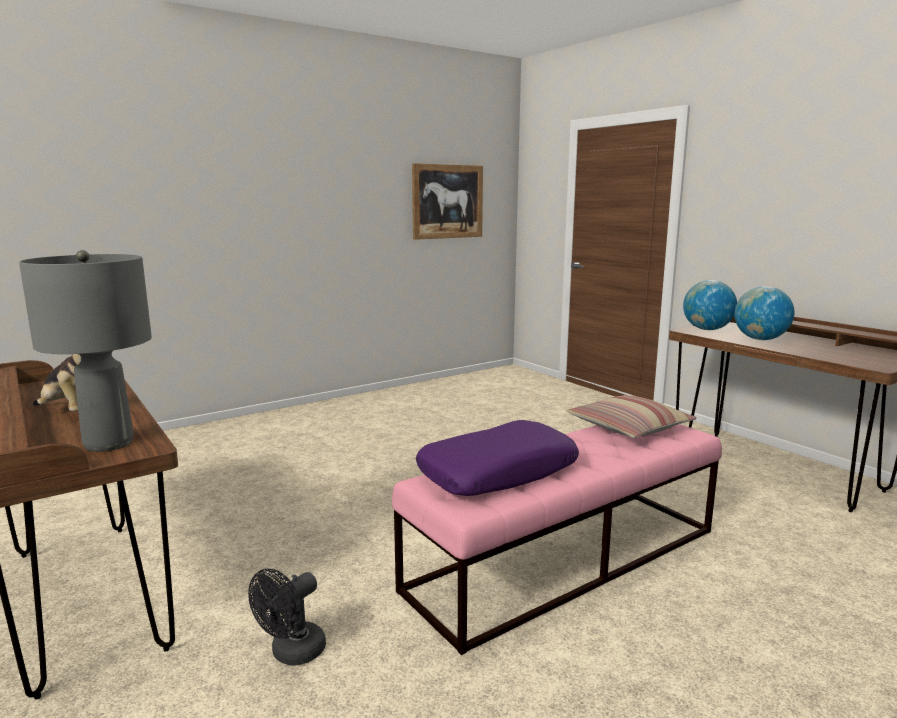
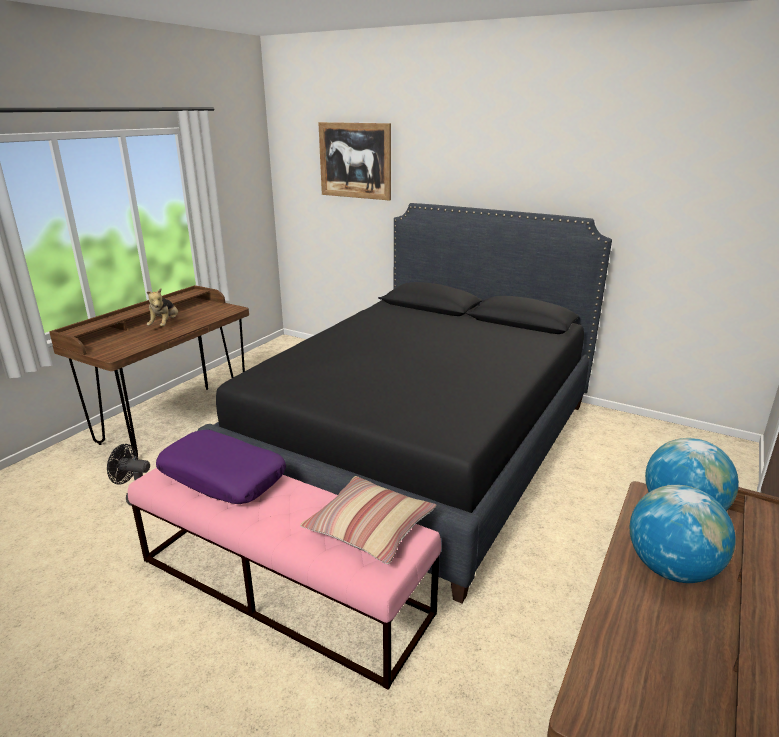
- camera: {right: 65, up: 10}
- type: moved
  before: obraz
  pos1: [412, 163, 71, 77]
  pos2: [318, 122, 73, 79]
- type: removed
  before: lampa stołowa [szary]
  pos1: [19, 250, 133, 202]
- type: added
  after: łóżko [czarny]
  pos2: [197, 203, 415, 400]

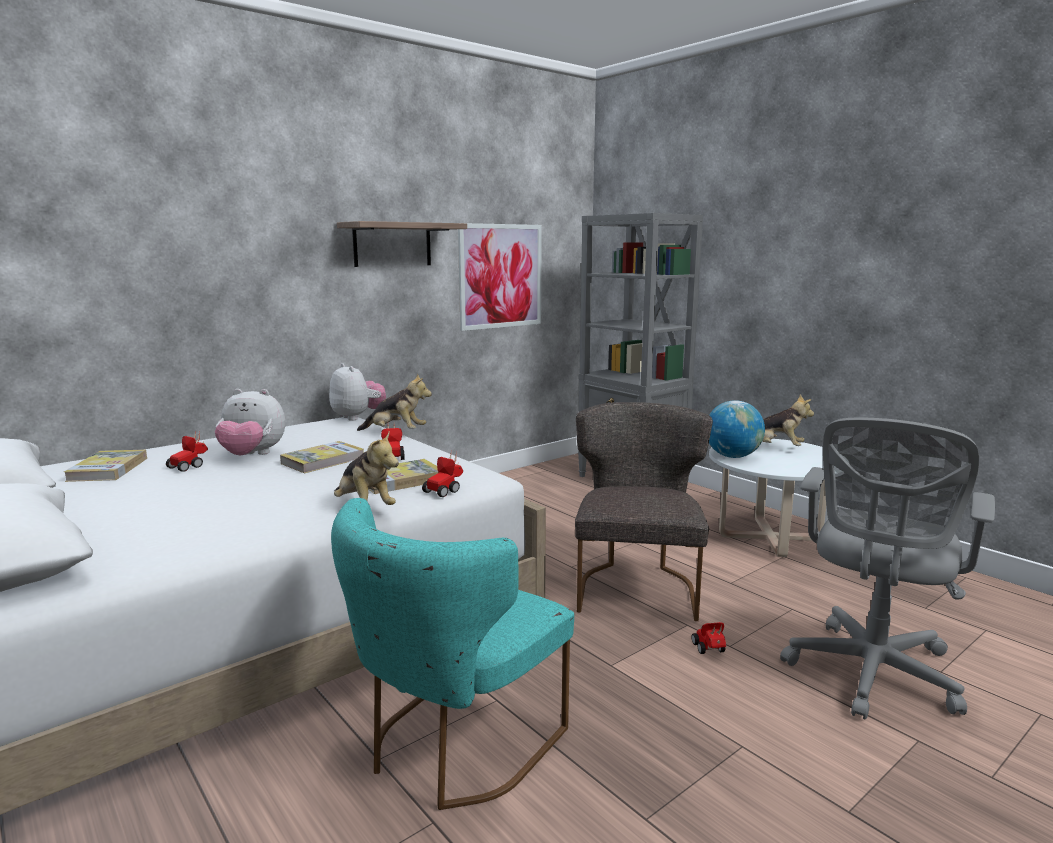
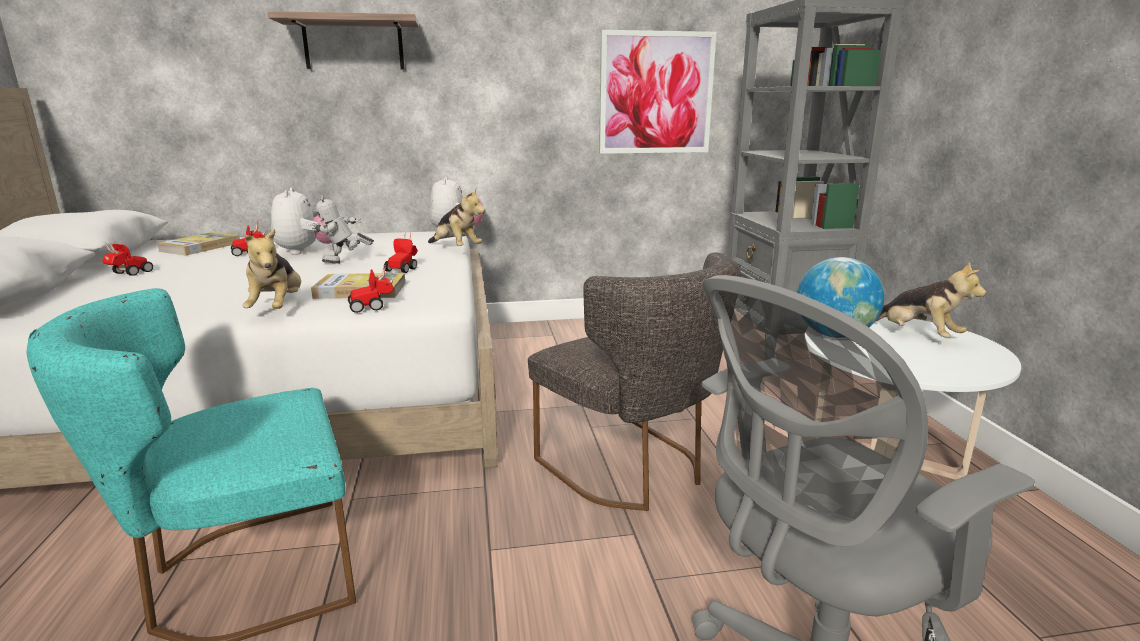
- camera: {right: 30, up: 5}
- type: moved
  before: półka
  pos1: [337, 221, 130, 46]
  pos2: [268, 11, 151, 58]
- type: turned
  before: pluszak
  pos1: [214, 389, 71, 66]
  pos2: [271, 187, 62, 68]
  turn: -135
- type: turned
  before: krzesło [szary]
  pos1: [575, 402, 138, 219]
  pos2: [528, 252, 213, 259]
  turn: 105
- type: replaced
  before: książka
  after: robot zabawkowy
  pos1: [280, 441, 84, 32]
  pos2: [312, 195, 62, 69]
- type: moved
  before: samochodzik
  pos1: [692, 622, 34, 32]
  pos2: [102, 241, 51, 35]

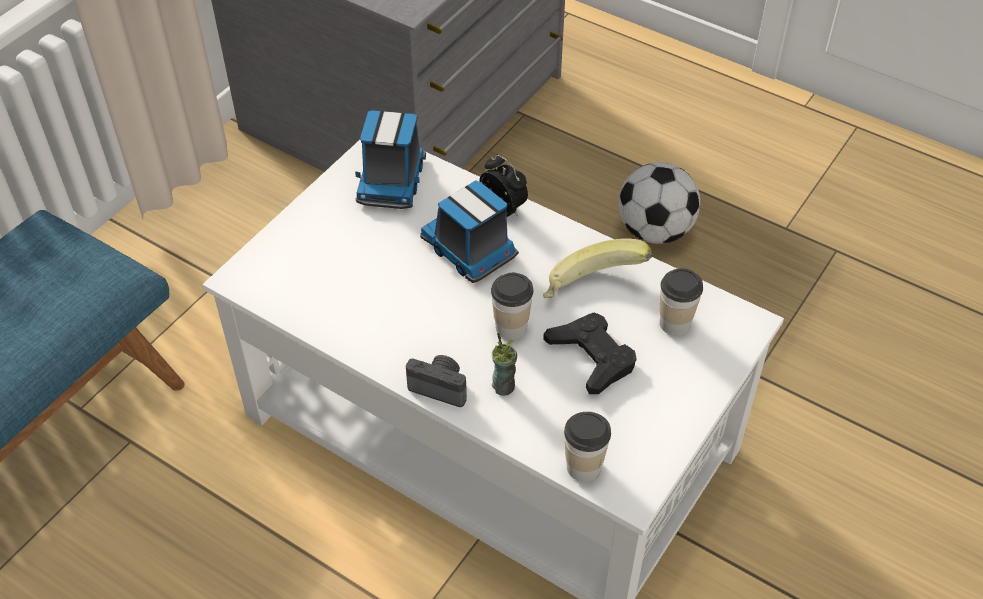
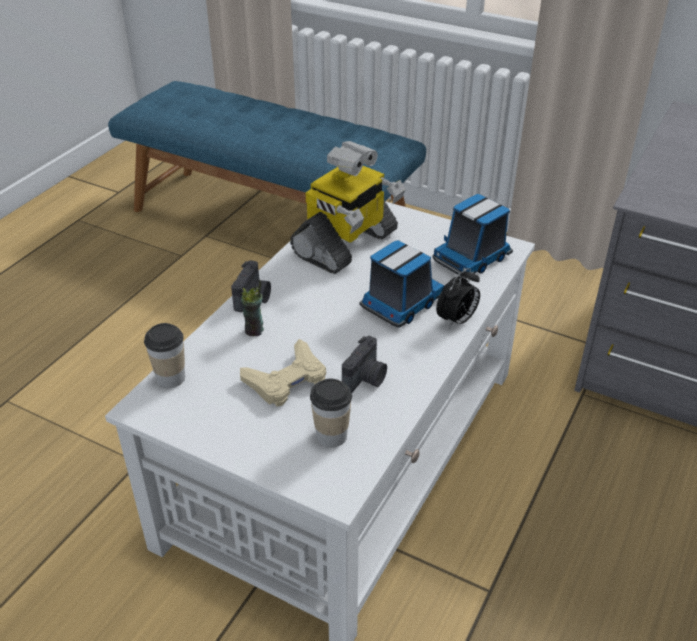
- camera: {right: 85, up: -10}
- type: turned
  before: ciężarówka zabawkowa
  pos1: [355, 110, 71, 99]
  pos2: [432, 194, 81, 83]
  turn: -45
- type: removed
  before: piłka futbolowa
  pos1: [618, 162, 82, 82]
- type: replaced
  before: banan
  after: aparat fotograficzny
  pos1: [543, 239, 109, 59]
  pos2: [342, 336, 45, 57]
- type: removed
  before: filiżanka
  pos1: [491, 273, 42, 67]
- type: recoloured
  before: pad do gier [czarny]
  after: pad do gier [beżowy]
  pos1: [543, 313, 94, 81]
  pos2: [240, 339, 86, 68]
- type: added
  after: robot zabawkowy
  pos2: [290, 141, 115, 133]

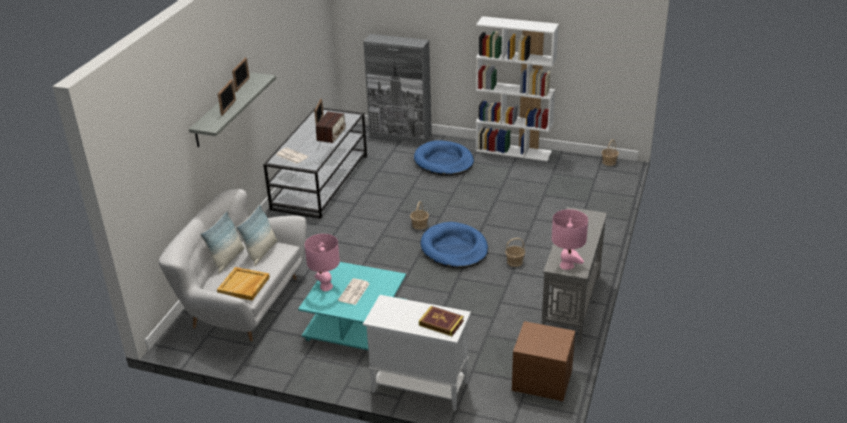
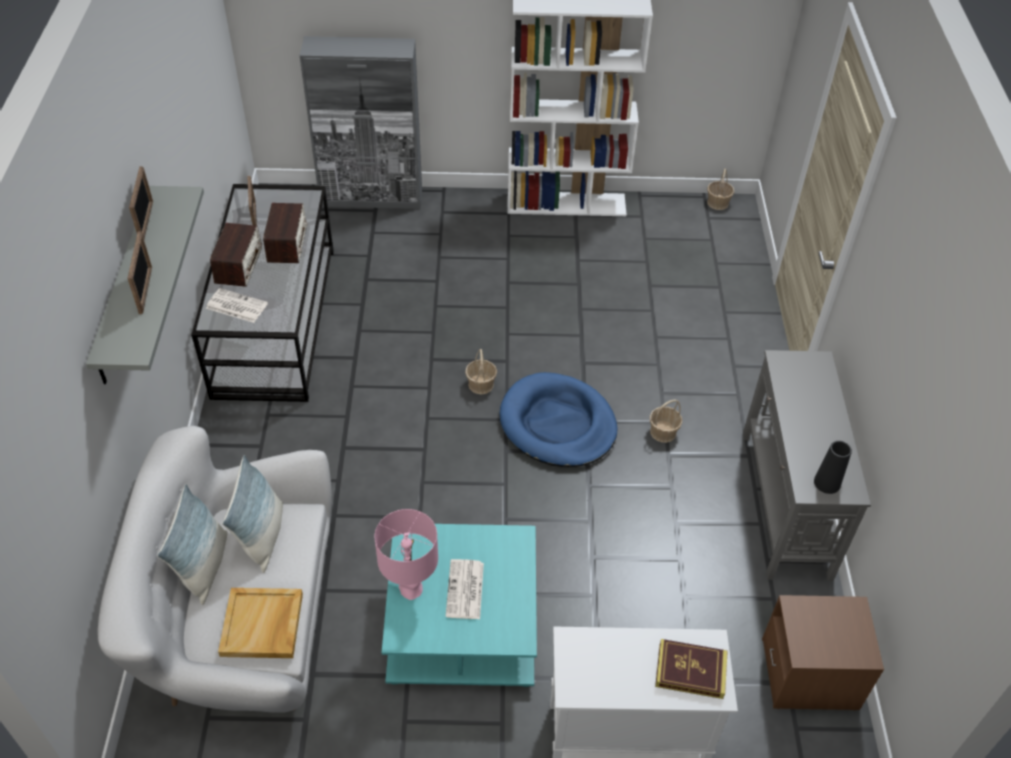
- camera: {right: -20, up: 15}
- type: removed
  before: legowisko [niebieski]
  pos1: [414, 140, 60, 36]
- type: replaced
  before: lampa stołowa [różowy]
  after: wazon [czarny]
  pos1: [552, 209, 36, 61]
  pos2: [814, 441, 38, 53]
- type: added
  after: radio
  pos2: [210, 223, 52, 64]

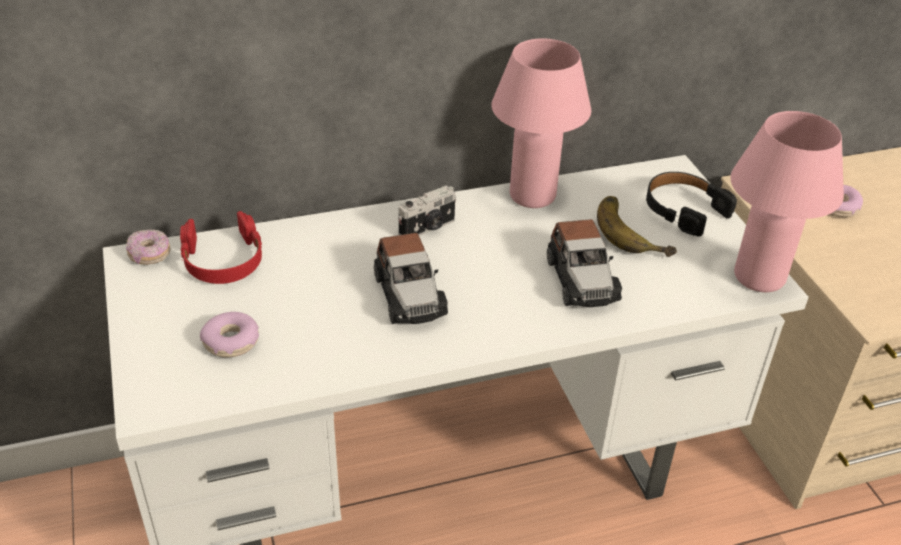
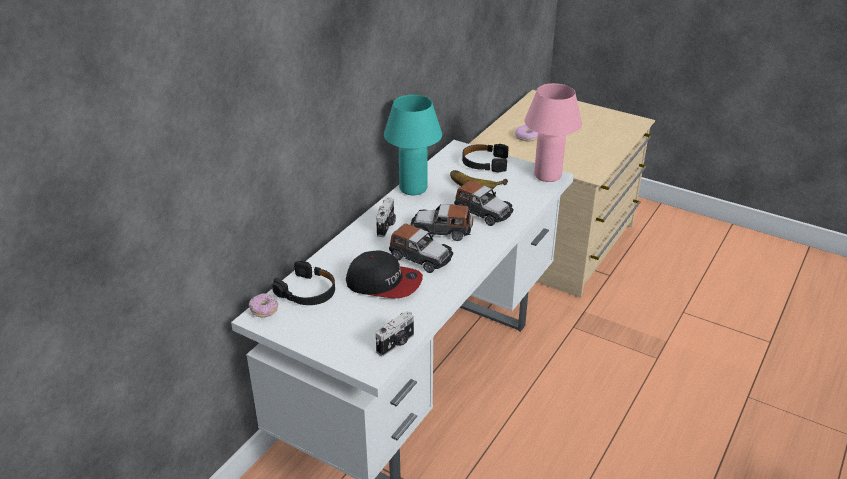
- camera: {right: -40, up: -5}
- type: recoloured
  before: lampa stołowa [różowy]
  after: lampa stołowa [turkusowy]
  pos1: [491, 38, 100, 170]
  pos2: [384, 95, 58, 100]
- type: recoloured
  before: słuchawki [czerwony]
  after: słuchawki [czarny]
  pos1: [180, 211, 82, 73]
  pos2: [272, 261, 63, 44]
- type: removed
  before: donut
  pos1: [200, 312, 59, 45]
- type: added
  after: samochodzik
  pos2: [410, 204, 63, 37]
- type: added
  after: czapka z daszkiem
  pos2: [346, 251, 77, 47]
- type: added
  after: aparat fotograficzny
  pos2: [376, 311, 38, 45]

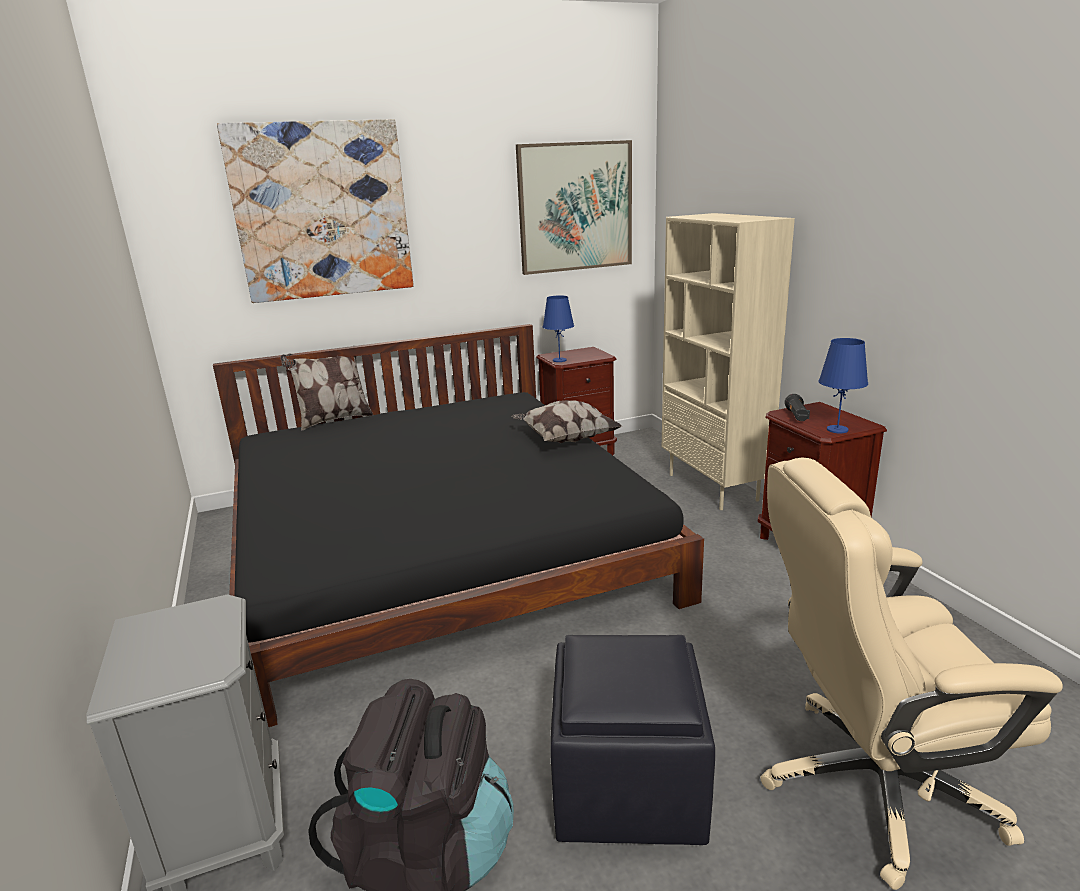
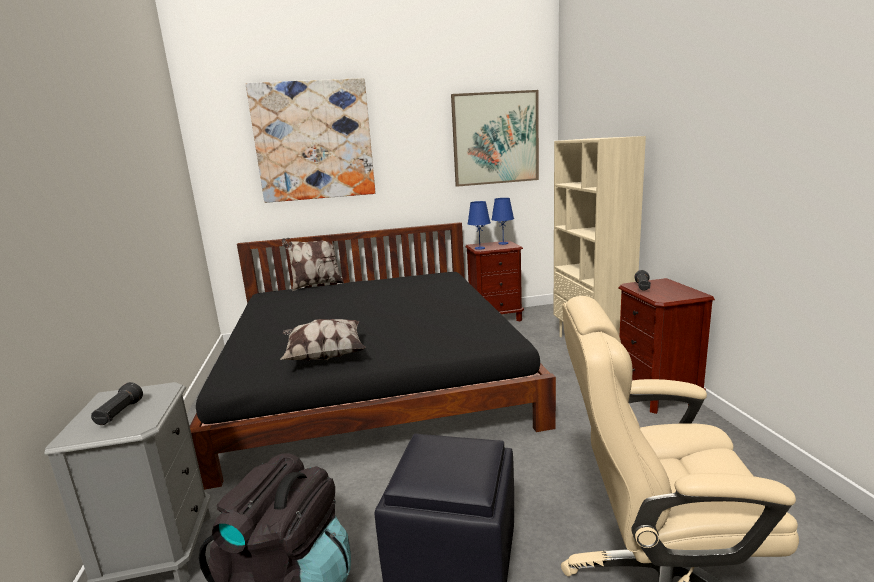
- camera: {right: 10, up: -5}
- type: moved
  before: lampa stołowa [niebieski]
  pos1: [818, 338, 50, 95]
  pos2: [491, 198, 23, 47]
- type: moved
  before: poduszka
  pos1: [512, 400, 110, 43]
  pos2: [280, 319, 86, 42]
- type: added
  after: latarka [czarny]
  pos2: [91, 382, 52, 43]

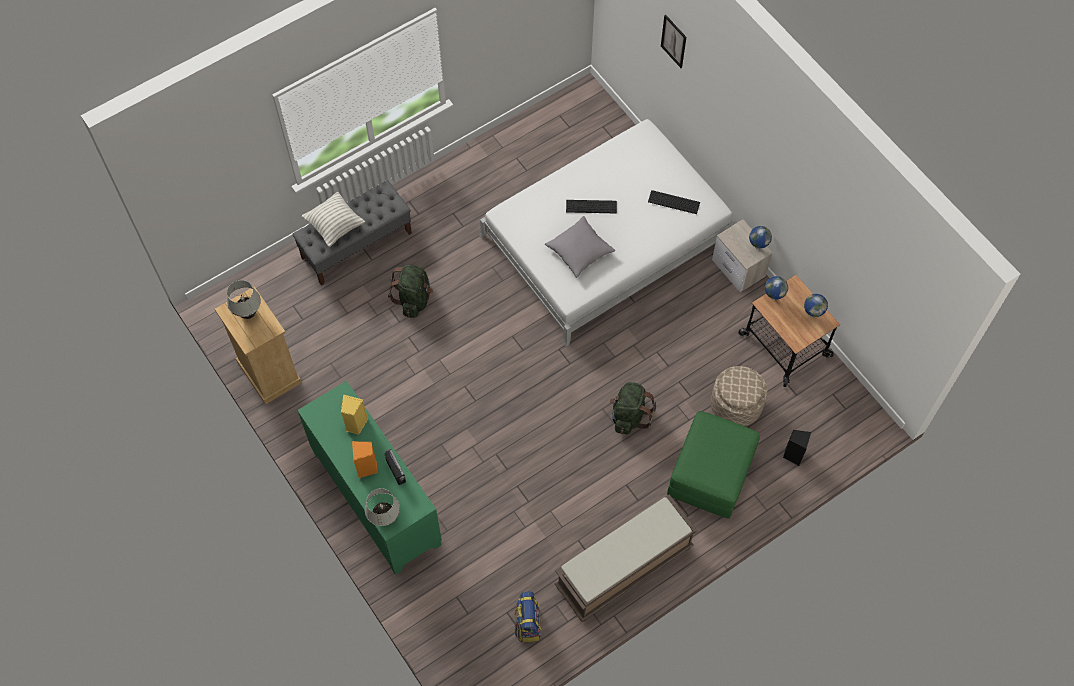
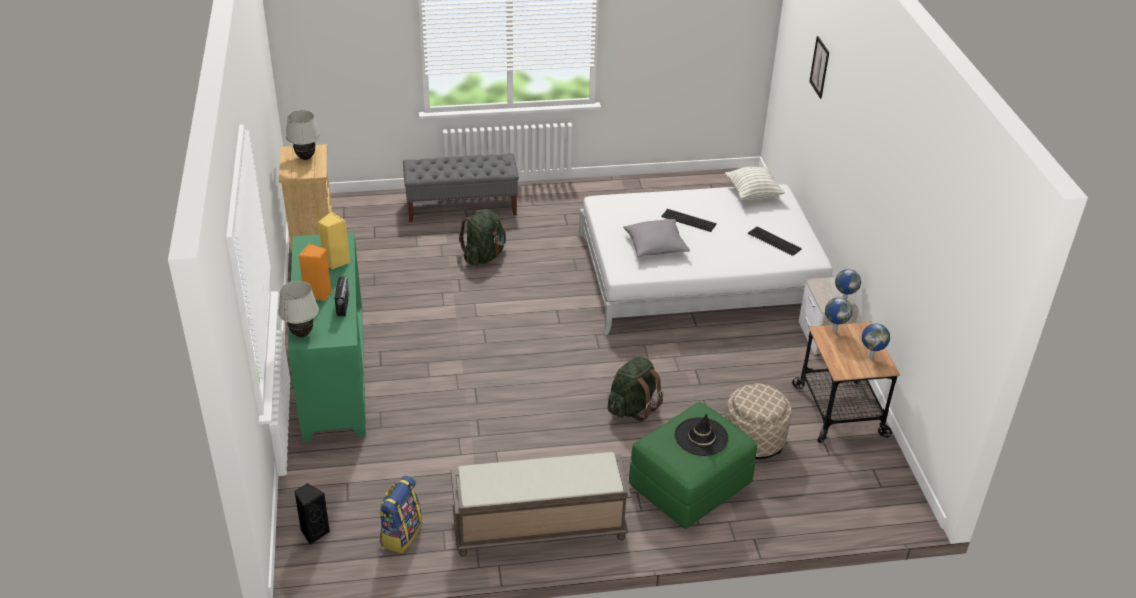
- camera: {right: 25, up: -25}
- type: moved
  before: poduszka
  pos1: [302, 192, 63, 55]
  pos2: [725, 167, 60, 34]
- type: moved
  before: głośnik [czarny]
  pos1: [783, 430, 28, 36]
  pos2: [294, 483, 36, 62]
- type: added
  after: kapelusz [czarny]
  pos2: [675, 413, 54, 43]

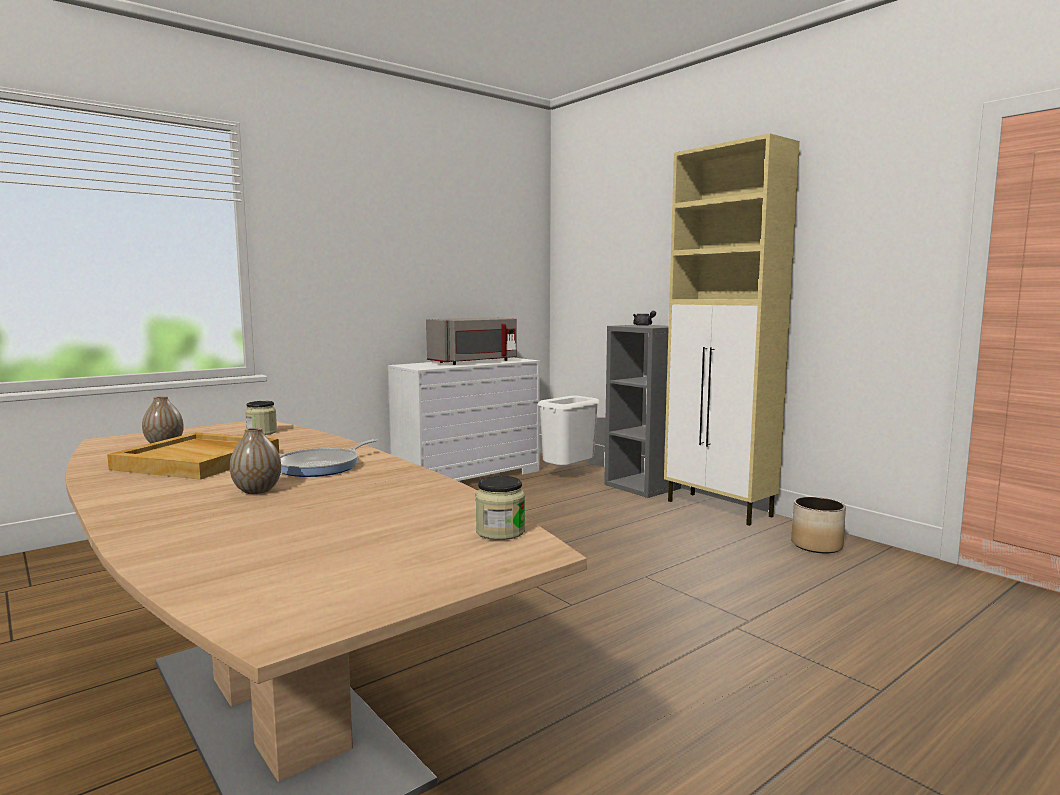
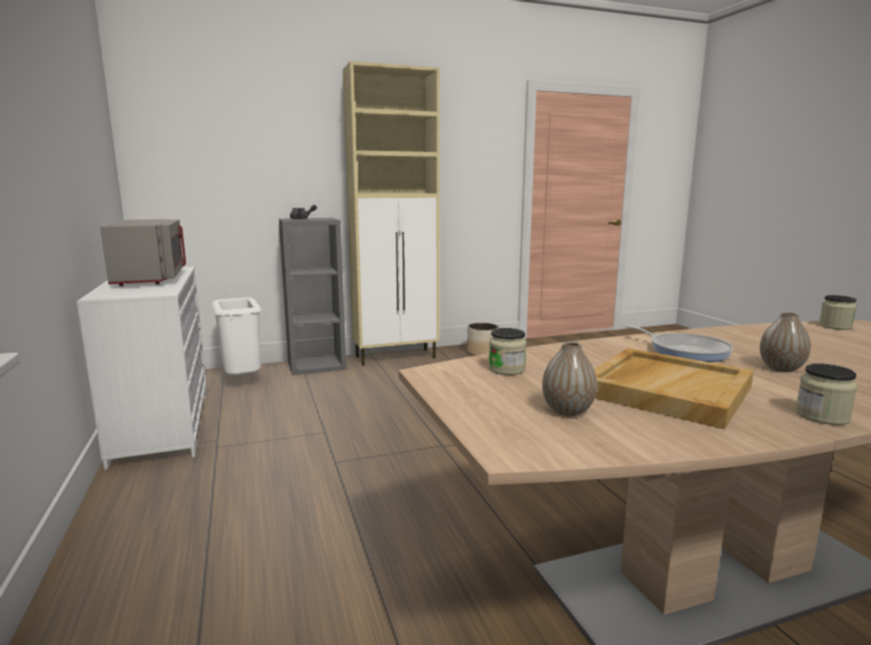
- camera: {right: -70, up: 5}
- type: added
  after: słoik
  pos2: [796, 363, 61, 62]

